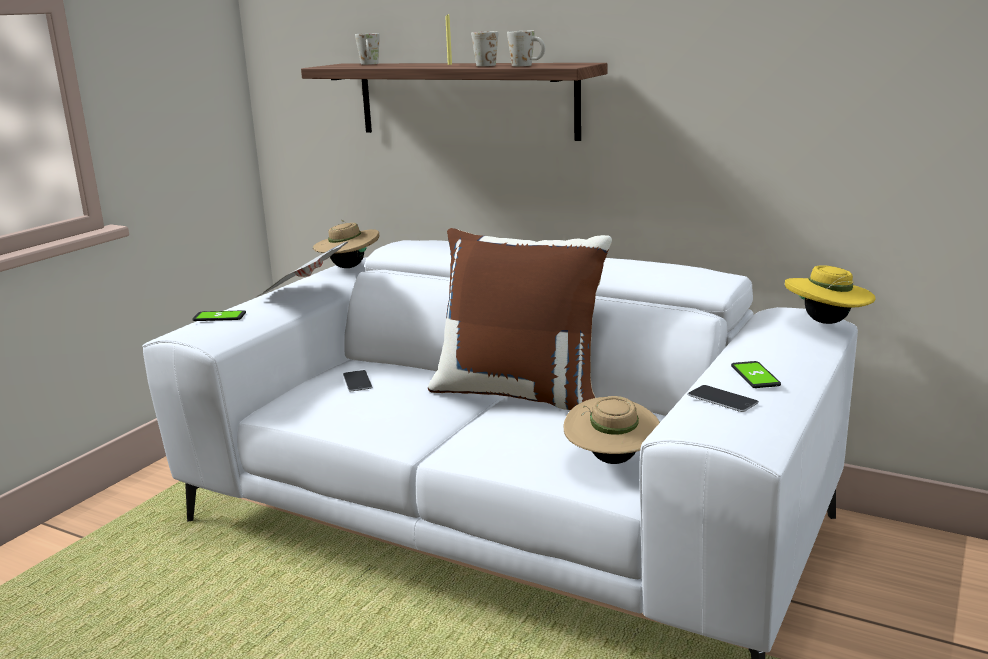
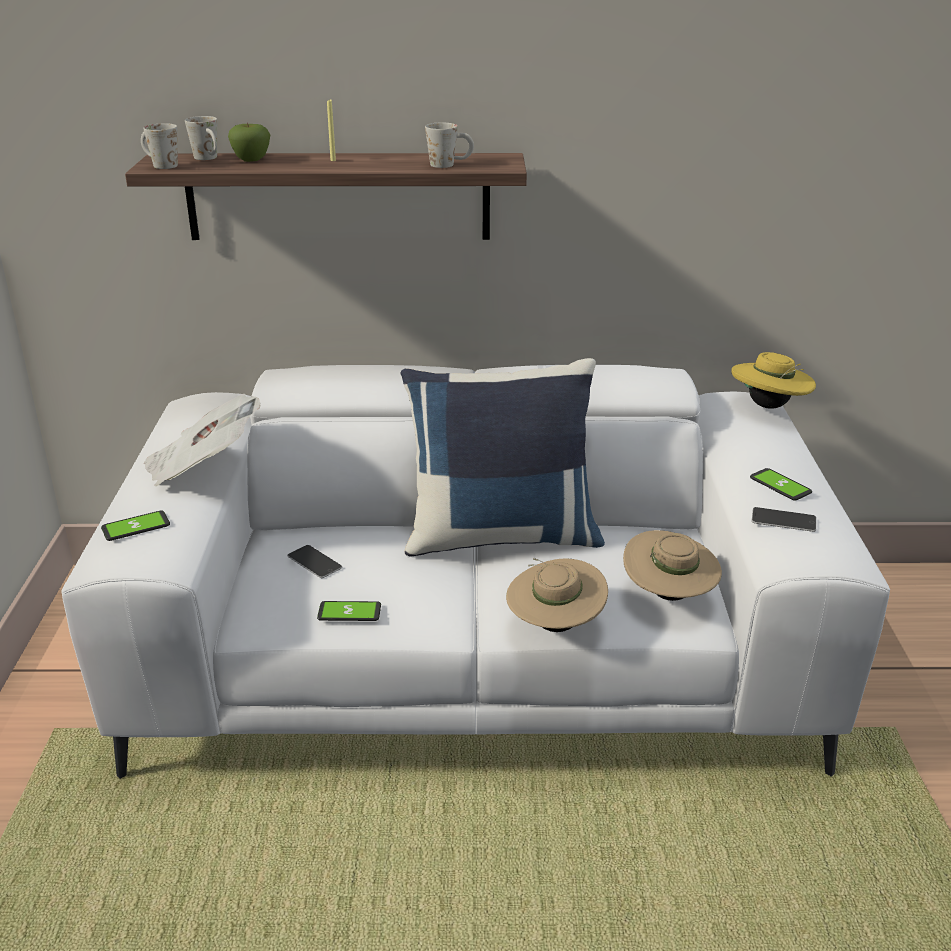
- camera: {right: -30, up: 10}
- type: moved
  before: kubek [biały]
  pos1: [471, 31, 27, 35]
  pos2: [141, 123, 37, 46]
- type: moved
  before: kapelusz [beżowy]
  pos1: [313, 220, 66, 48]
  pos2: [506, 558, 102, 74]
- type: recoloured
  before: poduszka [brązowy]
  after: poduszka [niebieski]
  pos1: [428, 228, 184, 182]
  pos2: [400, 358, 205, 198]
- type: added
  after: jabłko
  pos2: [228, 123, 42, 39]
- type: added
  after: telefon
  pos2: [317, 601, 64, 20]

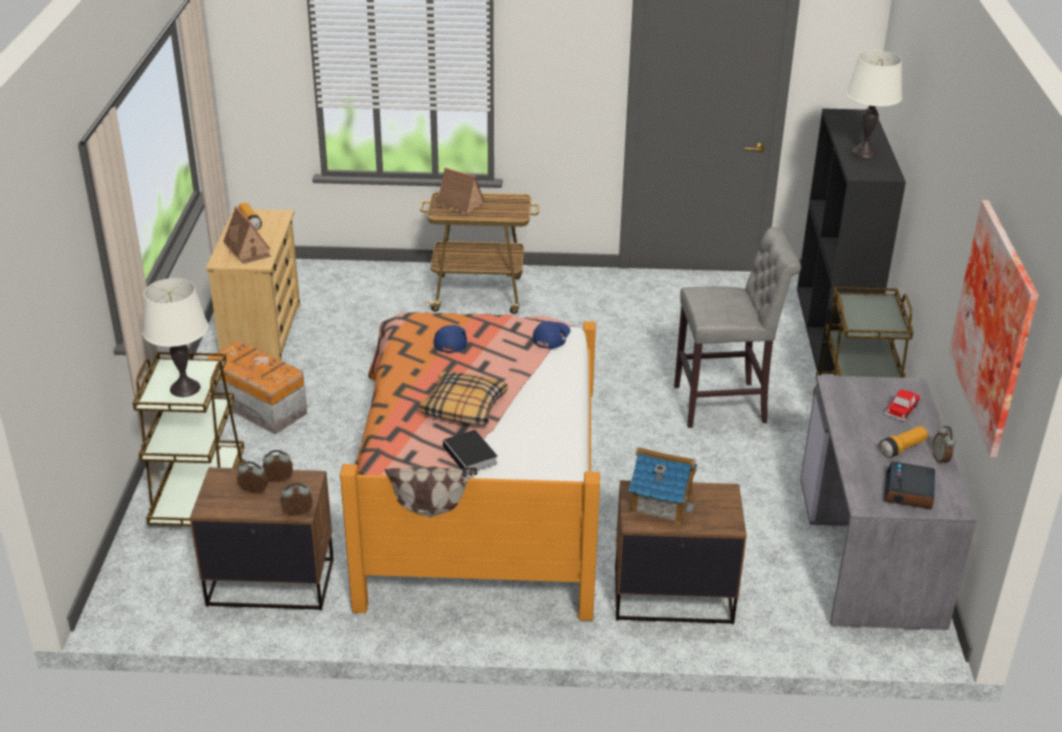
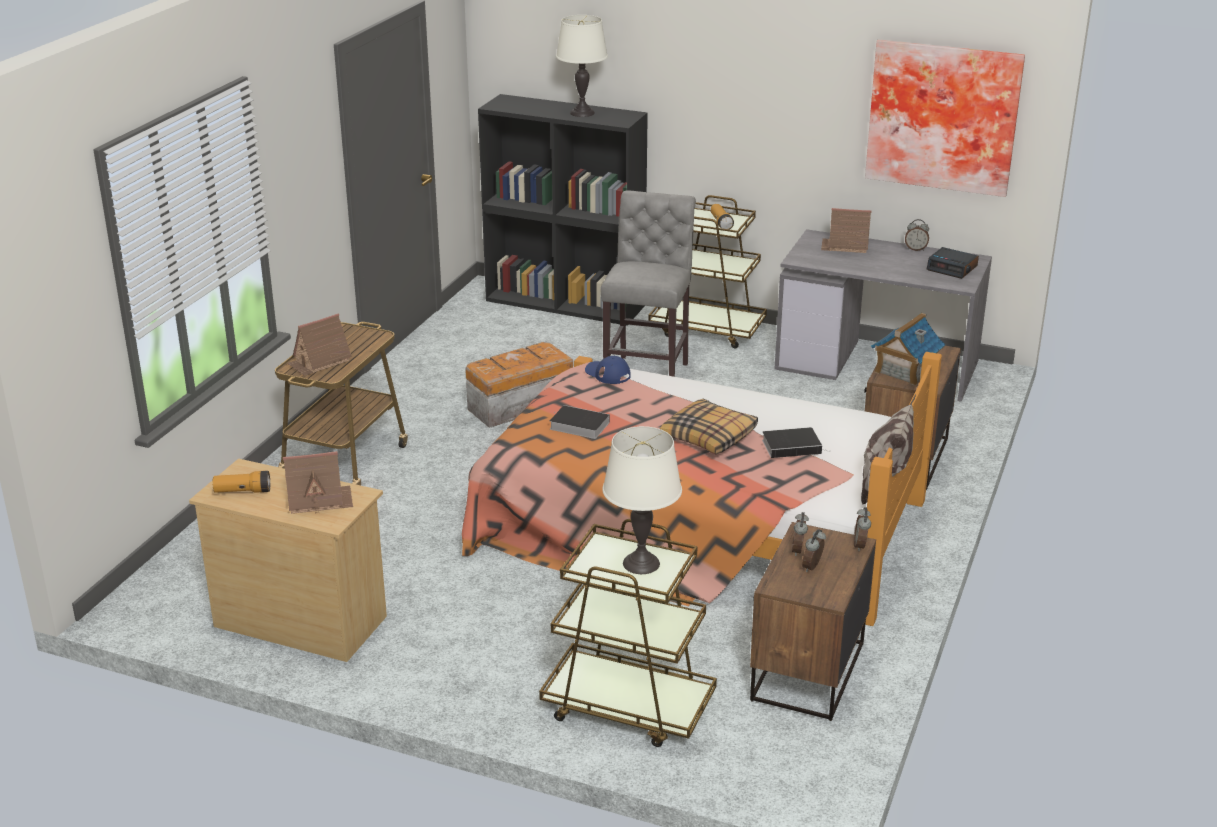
- camera: {right: -70, up: -5}
- type: replaced
  before: czapka z daszkiem [niebieski]
  after: książka
  pos1: [434, 325, 33, 28]
  pos2: [550, 405, 60, 34]
- type: moved
  before: pojemnik do przechowywania
  pos1: [206, 342, 101, 92]
  pos2: [465, 342, 108, 86]
- type: replaced
  before: samochodzik
  after: domek
  pos1: [885, 389, 35, 32]
  pos2: [821, 208, 51, 45]
- type: moved
  before: latarka
  pos1: [880, 426, 48, 32]
  pos2: [711, 204, 23, 26]

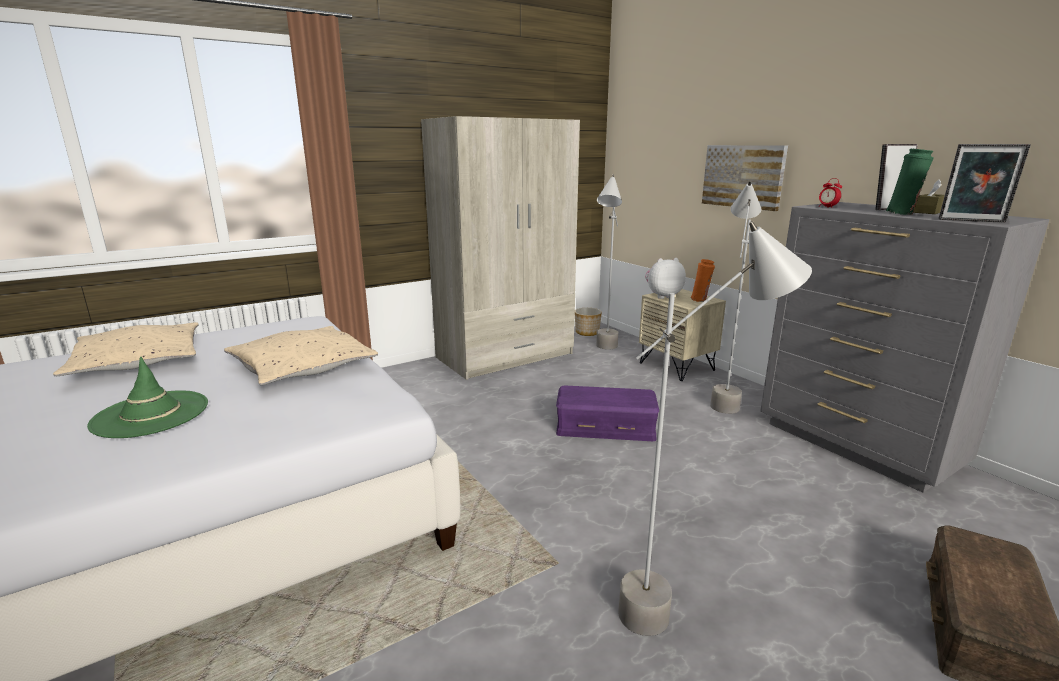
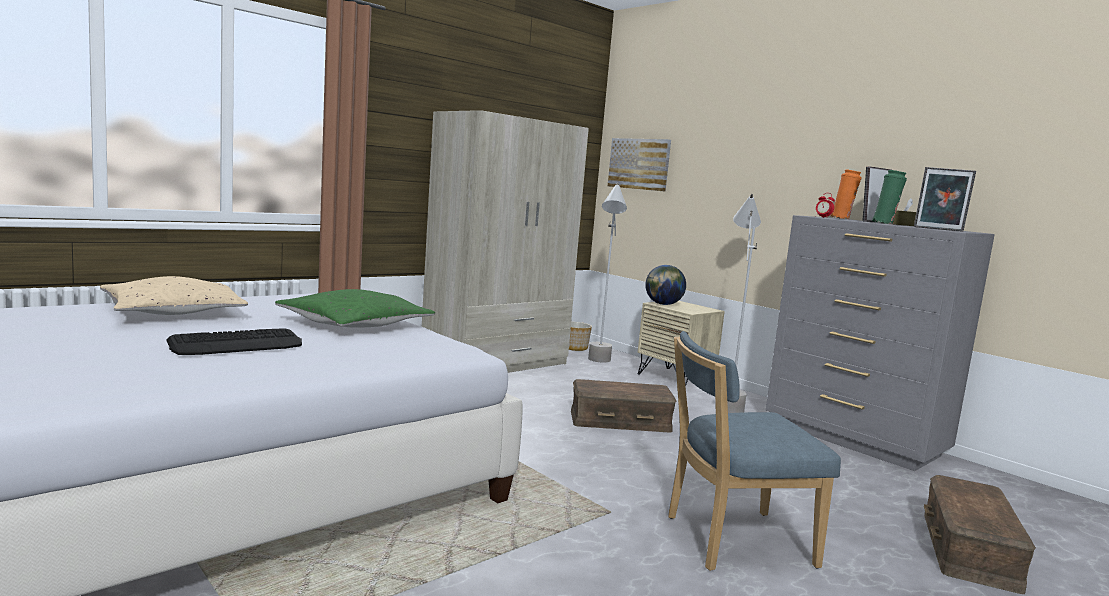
- camera: {right: -10, up: -10}
- type: moved
  before: obraz
  pos1: [702, 145, 86, 66]
  pos2: [608, 138, 63, 54]
- type: replaced
  before: lampa stojąca [szary]
  after: krzesło [niebieski]
  pos1: [618, 221, 194, 415]
  pos2: [668, 331, 173, 240]
- type: replaced
  before: pluszak
  after: globus
  pos1: [645, 258, 41, 41]
  pos2: [645, 265, 41, 40]
- type: moved
  before: wazon [pomarańczowy]
  pos1: [690, 259, 25, 43]
  pos2: [831, 170, 31, 49]
- type: recoloured
  before: poduszka [beżowy]
  after: poduszka [zielony]
  pos1: [224, 326, 154, 59]
  pos2: [275, 289, 160, 39]
- type: replaced
  before: kapelusz [zielony]
  after: klawiatura
  pos1: [87, 357, 121, 81]
  pos2: [167, 328, 135, 27]
- type: recoloured
  before: pojemnik do przechowywania [fioletowy]
  after: pojemnik do przechowywania [brązowy]
  pos1: [556, 386, 103, 55]
  pos2: [571, 379, 106, 54]

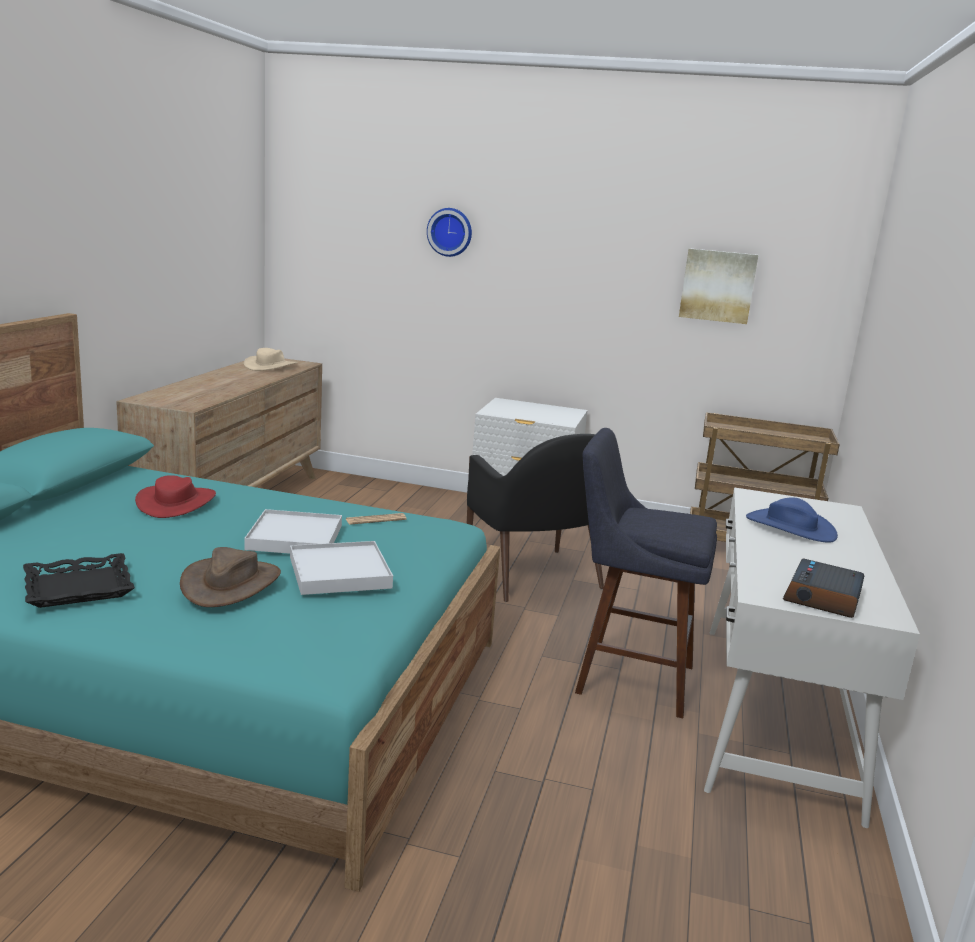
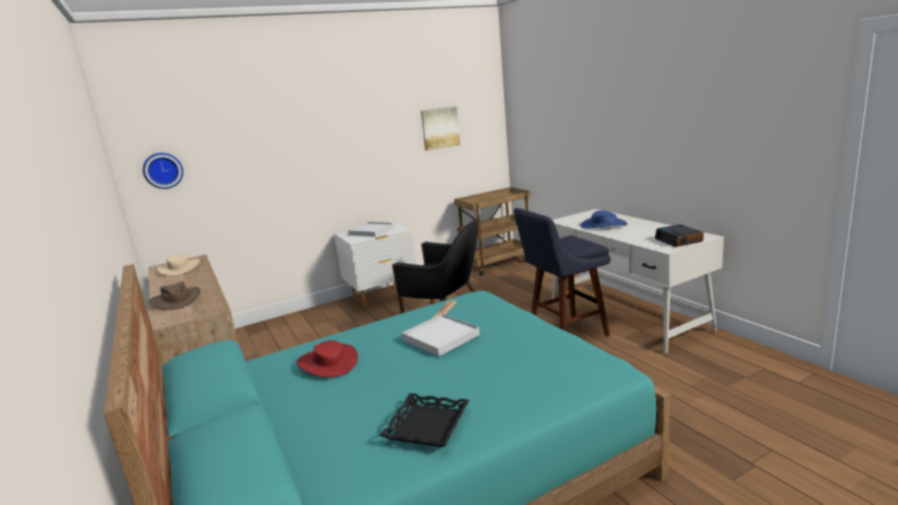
- camera: {right: -40, up: 0}
- type: moved
  before: zegar ścienny
  pos1: [427, 208, 45, 49]
  pos2: [143, 153, 40, 36]
- type: moved
  before: taca [biały]
  pos1: [290, 541, 103, 54]
  pos2: [348, 222, 46, 15]
- type: moved
  before: kapelusz [brązowy]
  pos1: [180, 547, 101, 60]
  pos2: [149, 282, 51, 28]

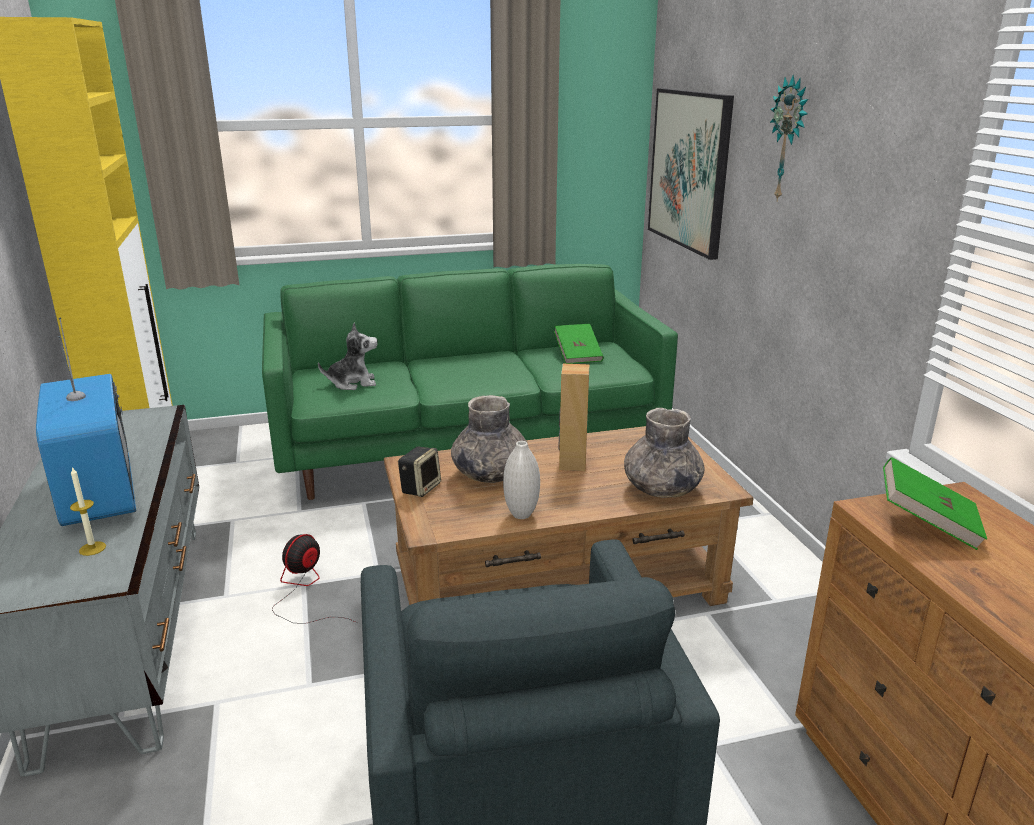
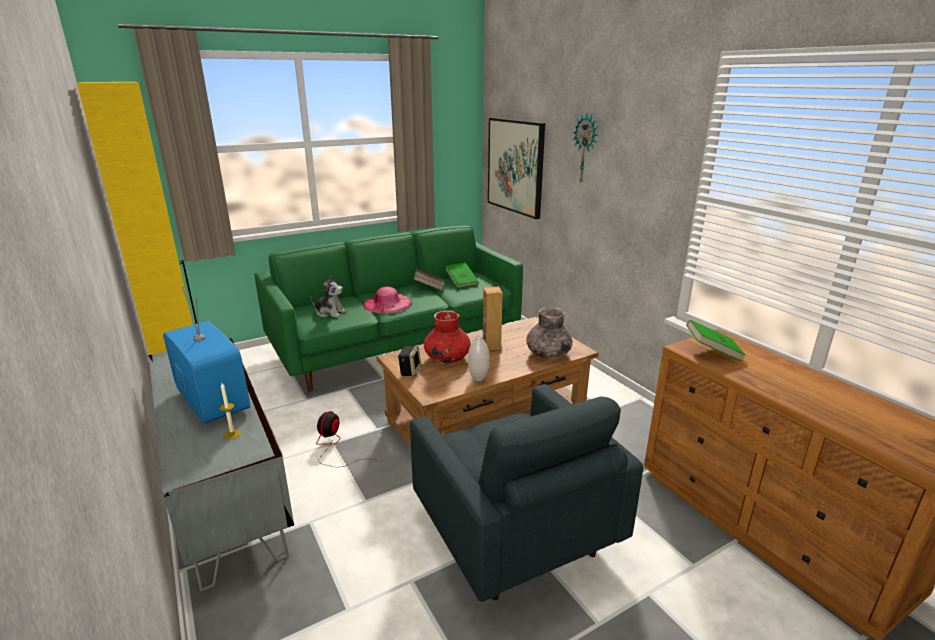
- camera: {right: -15, up: 0}
- type: turned
  before: pluszak
  pos1: [318, 323, 60, 67]
  pos2: [310, 275, 37, 43]
  turn: 45
- type: recoloured
  before: wazon [szary]
  after: wazon [czerwony]
  pos1: [451, 395, 76, 88]
  pos2: [424, 310, 47, 53]
- type: added
  after: książka [brązowy]
  pos2: [414, 268, 30, 23]
- type: added
  after: kapelusz [różowy]
  pos2: [363, 286, 49, 27]

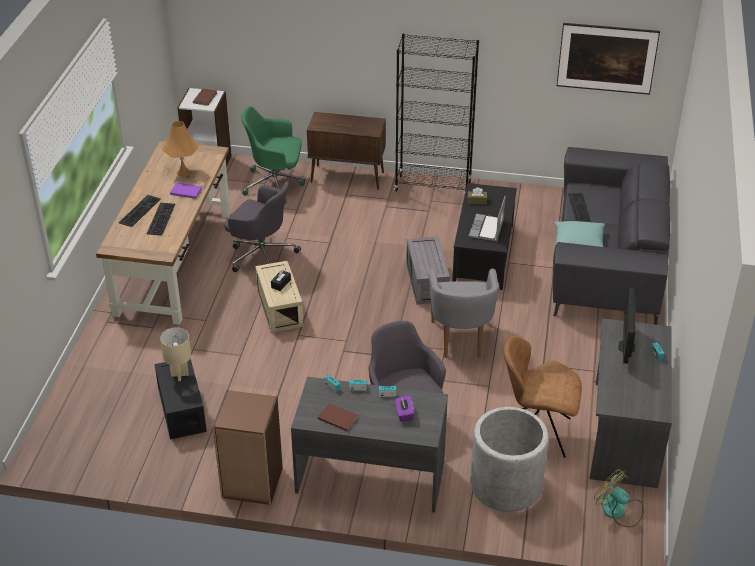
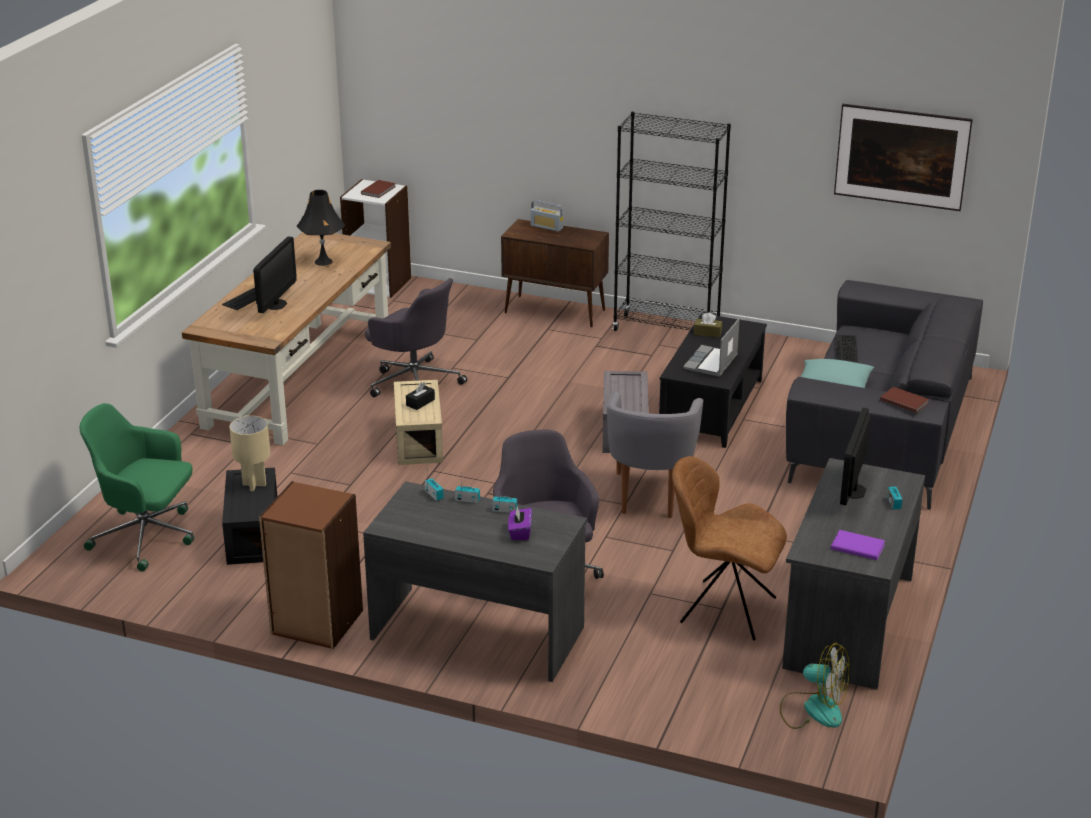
- camera: {right: 10, up: -10}
- type: moved
  before: krzesło biurowe [zielony]
  pos1: [241, 106, 64, 98]
  pos2: [80, 403, 114, 169]
- type: recoloured
  before: lampa stołowa [pomarańczowy]
  after: lampa stołowa [czarny]
  pos1: [162, 121, 37, 55]
  pos2: [297, 190, 48, 76]
- type: moved
  before: książka [fioletowy]
  pos1: [170, 182, 32, 17]
  pos2: [831, 530, 54, 30]
- type: replaced
  before: klawiatura
  after: monitor
  pos1: [147, 203, 28, 33]
  pos2: [253, 236, 44, 77]
- type: moved
  before: książka [brązowy]
  pos1: [318, 403, 40, 28]
  pos2: [880, 387, 49, 26]
- type: removed
  before: donica [szary]
  pos1: [470, 407, 79, 105]
- type: turned
  before: wentylator
  pos1: [594, 469, 50, 59]
  pos2: [780, 643, 69, 86]
  turn: 150
- type: added
  after: radio
  pos2: [530, 200, 33, 32]

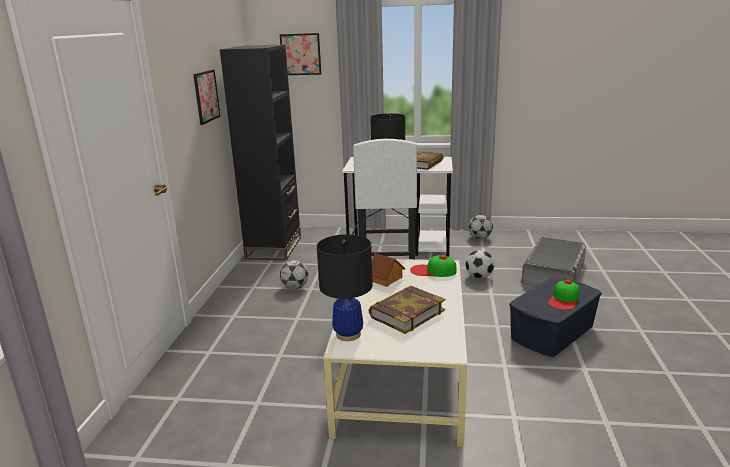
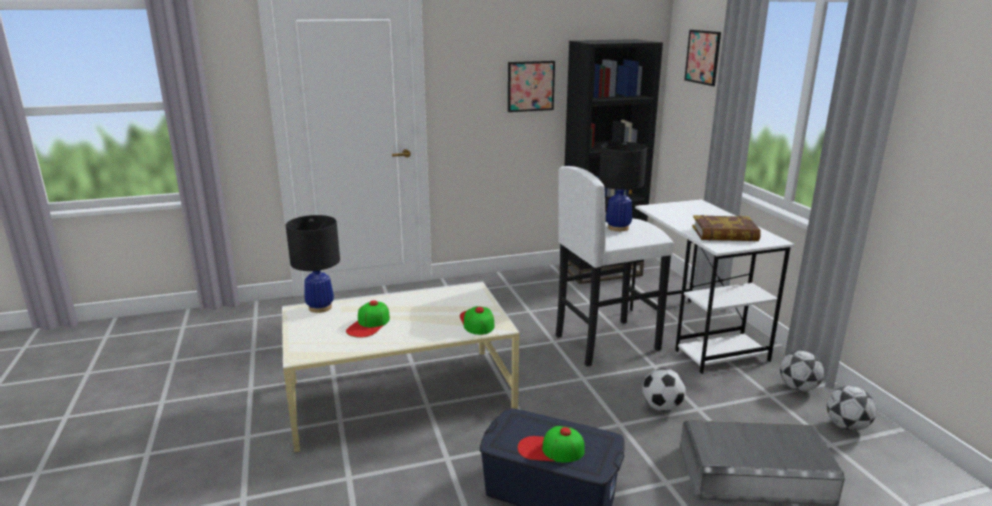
- camera: {right: 65, up: 0}
- type: removed
  before: domek
  pos1: [372, 253, 33, 34]
- type: moved
  before: piłka futbolowa
  pos1: [280, 260, 29, 29]
  pos2: [827, 386, 49, 45]
- type: replaced
  before: książka
  after: czapka z daszkiem
  pos1: [369, 286, 76, 48]
  pos2: [346, 300, 44, 38]

